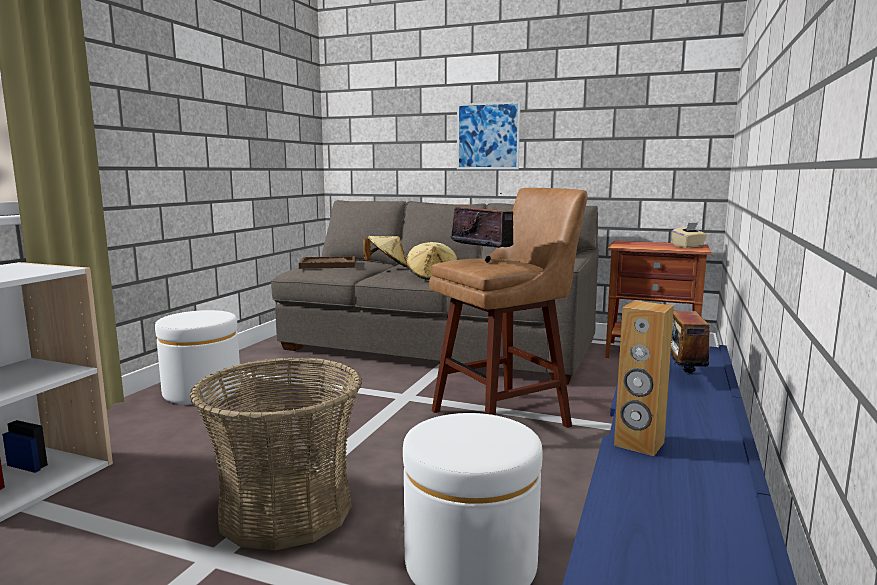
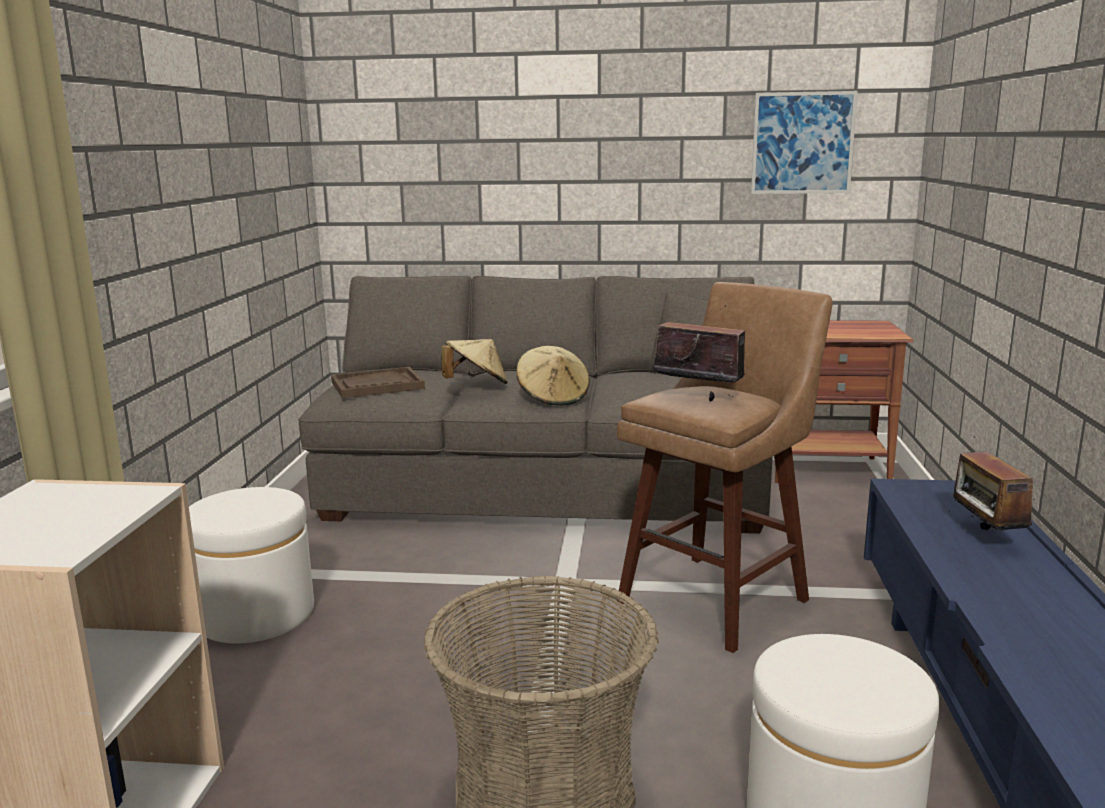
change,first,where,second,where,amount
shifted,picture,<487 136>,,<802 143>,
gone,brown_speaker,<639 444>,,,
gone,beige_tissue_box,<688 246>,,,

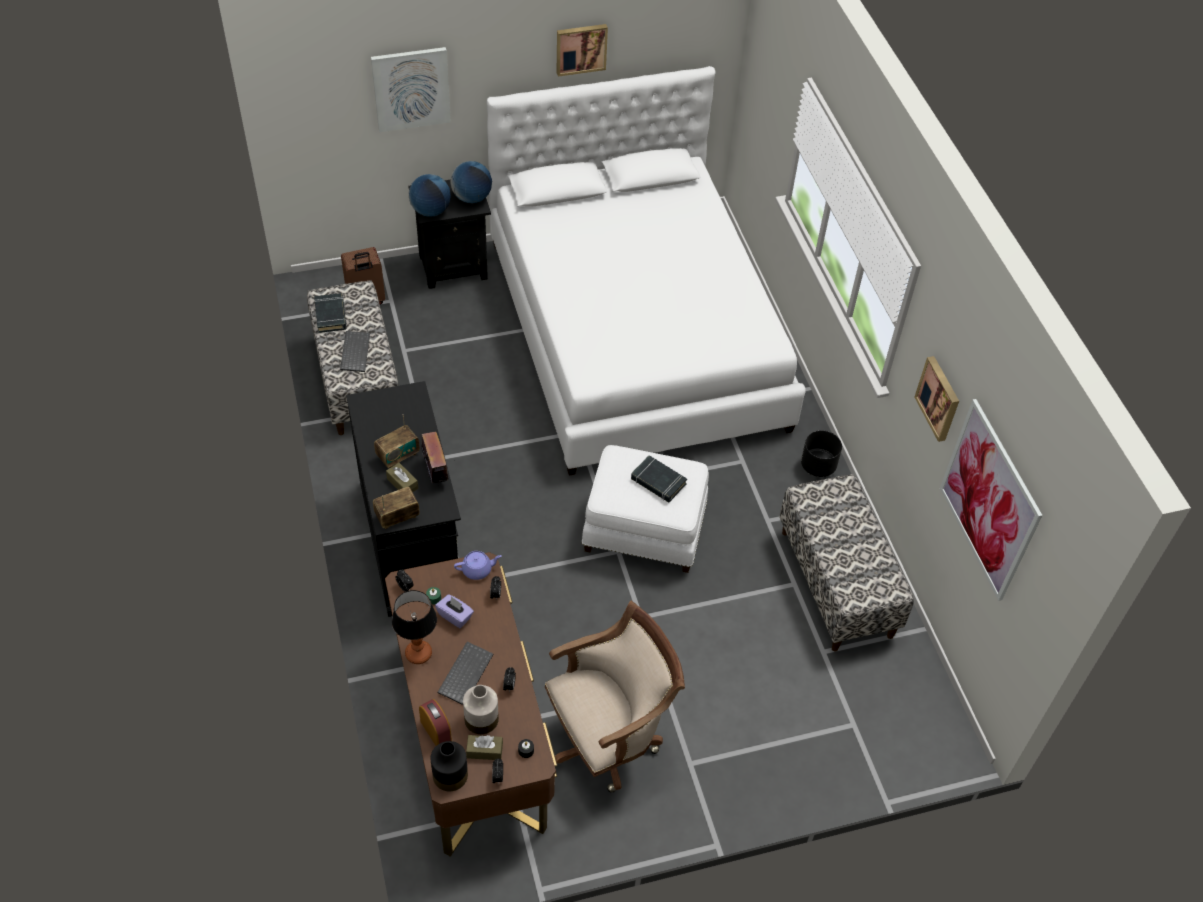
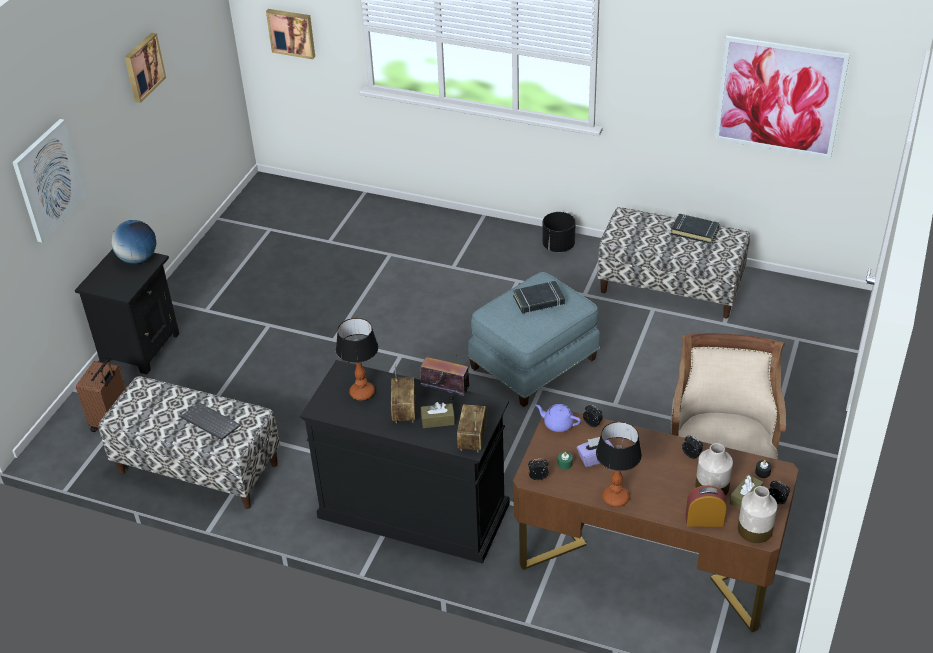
change,first,where,second,where,amount
shifted,picture,<939 398>,,<292 32>,
new,,,table_lamp,<361 393>,
repainted,white_ottoman,<643 531>,blue_ottoman,<534 364>,
rotated,purple_teapot,<477 570>,,<558 424>,90 degrees counterclockwise
shifted,black_book,<331 315>,,<695 231>,
repainted,black_vase,<450 774>,beige_vase,<754 529>,
gone,globe,<430 211>,,,
gone,keyboard,<465 673>,,,
gone,white_bed,<635 333>,,,

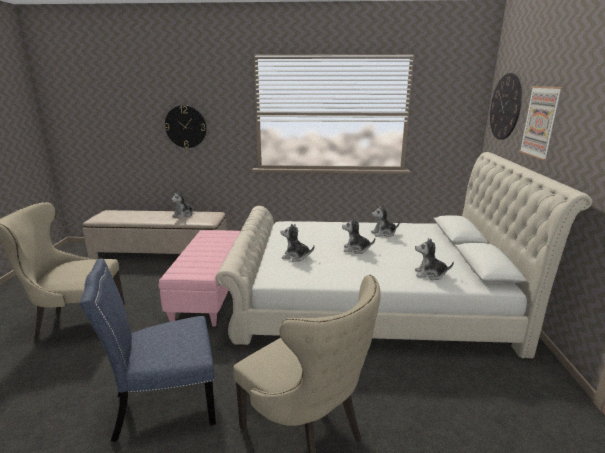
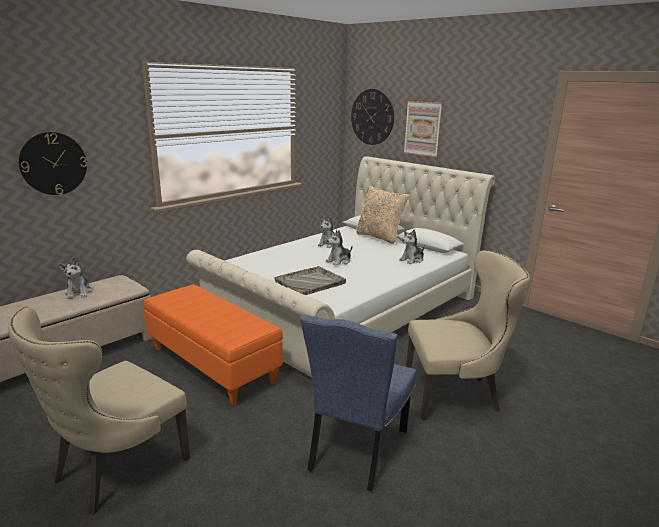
change,first,where,second,where,amount
repainted,pink_ottoman,<210 294>,orange_ottoman,<213 365>,
swapped,plush_toy,<295 257>,grey_tray,<310 282>,
new,,,beige_pillow,<379 238>,

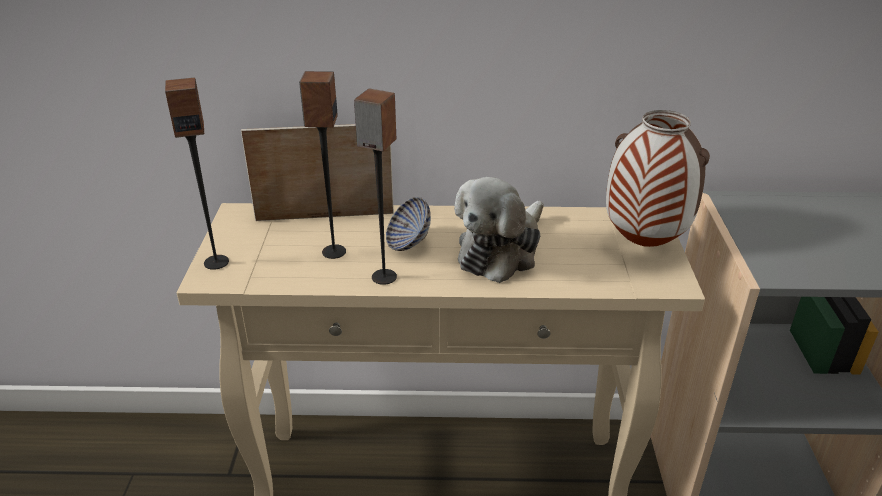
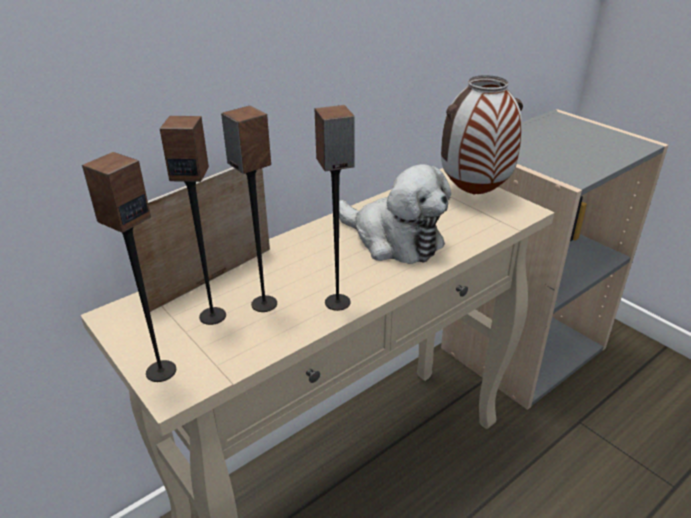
change,first,where,second,where,amount
new,,,speaker,<213 315>,
rotated,plush_toy,<501 251>,,<393 240>,45 degrees counterclockwise
gone,bowl,<408 243>,,,

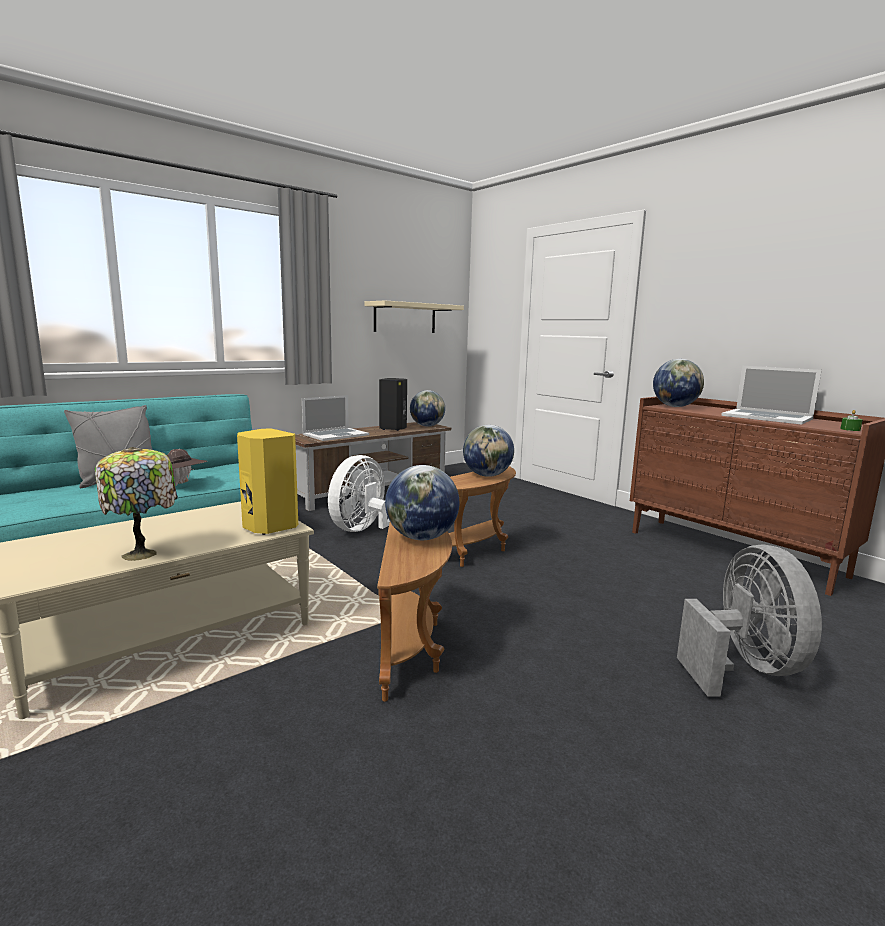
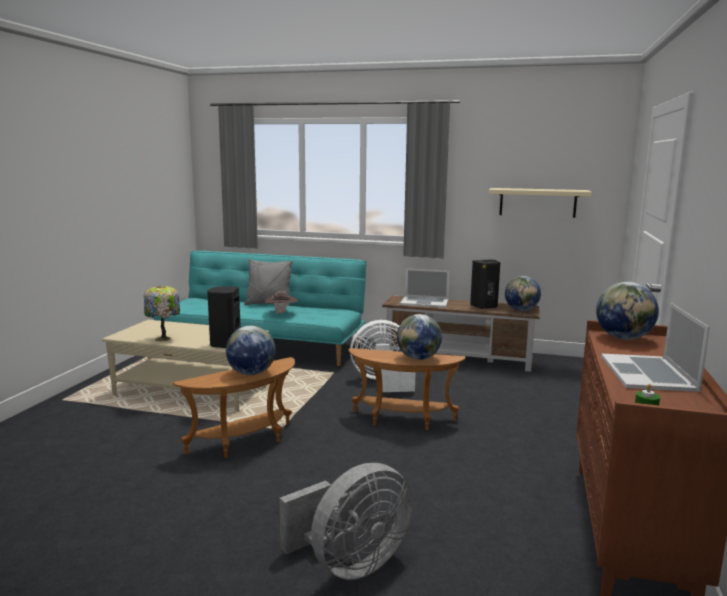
change,first,where,second,where,amount
repainted,yellow_speaker,<268 527>,black_speaker,<225 344>,

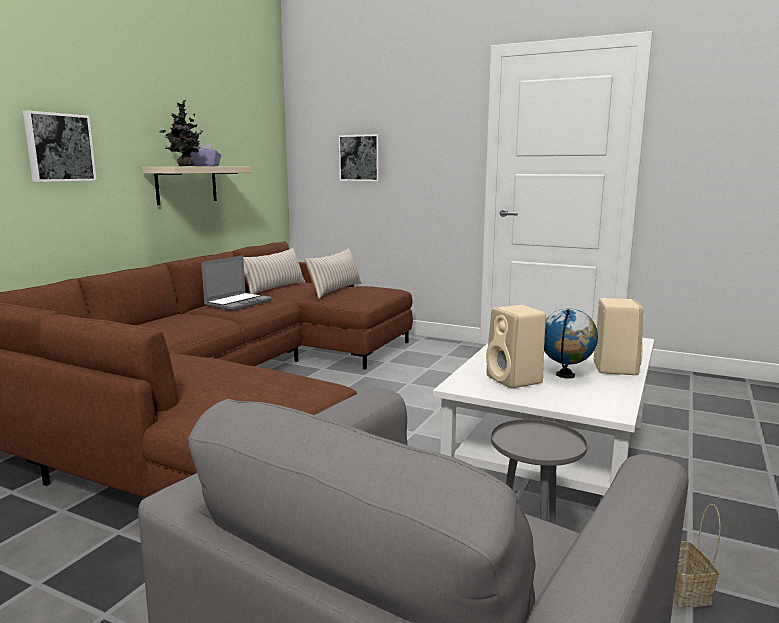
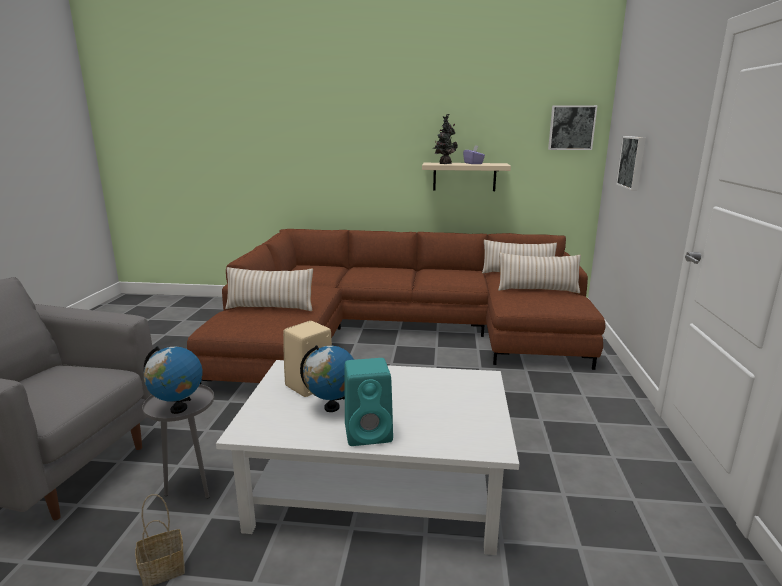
change,first,where,second,where,amount
new,,,globe,<178 409>,
new,,,beige_pillow,<270 307>,
repainted,beige_speaker,<614 368>,turquoise_speaker,<370 433>,
shifted,picture,<59 147>,,<571 127>,
gone,laptop,<238 303>,,,

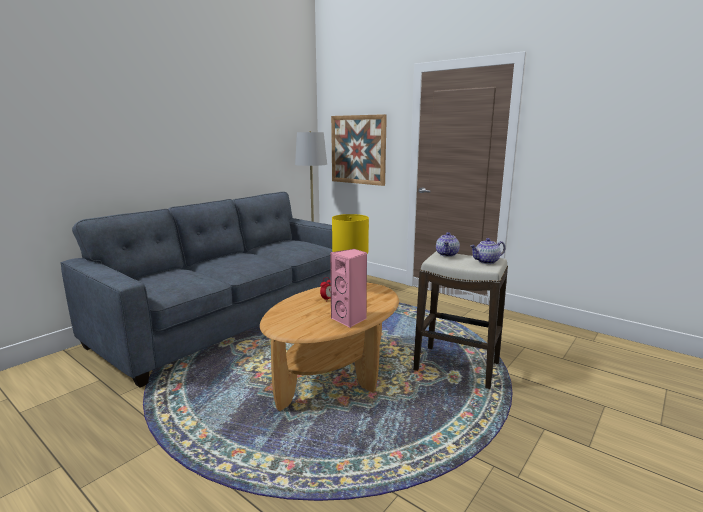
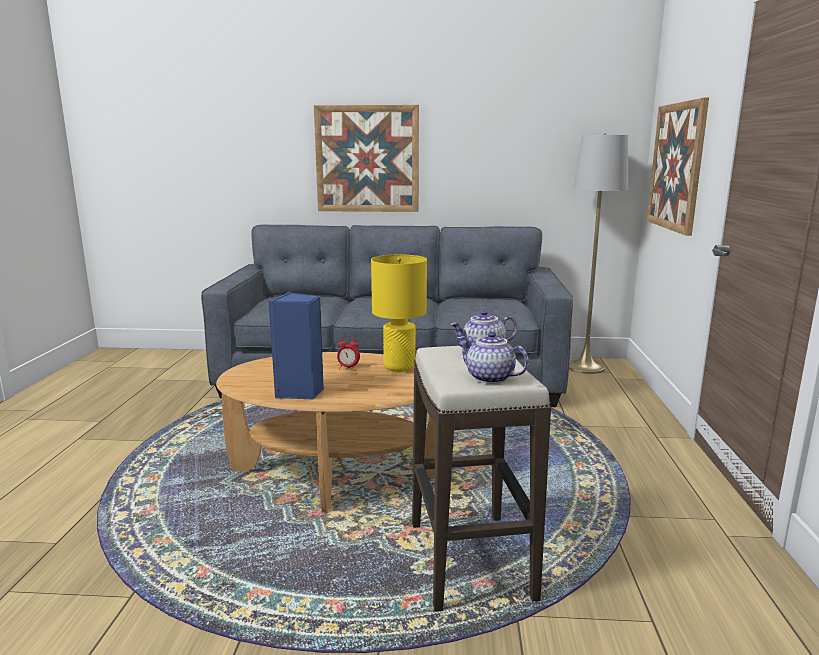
change,first,where,second,where,amount
repainted,pink_speaker,<350 319>,blue_speaker,<300 392>,
new,,,picture,<367 159>,

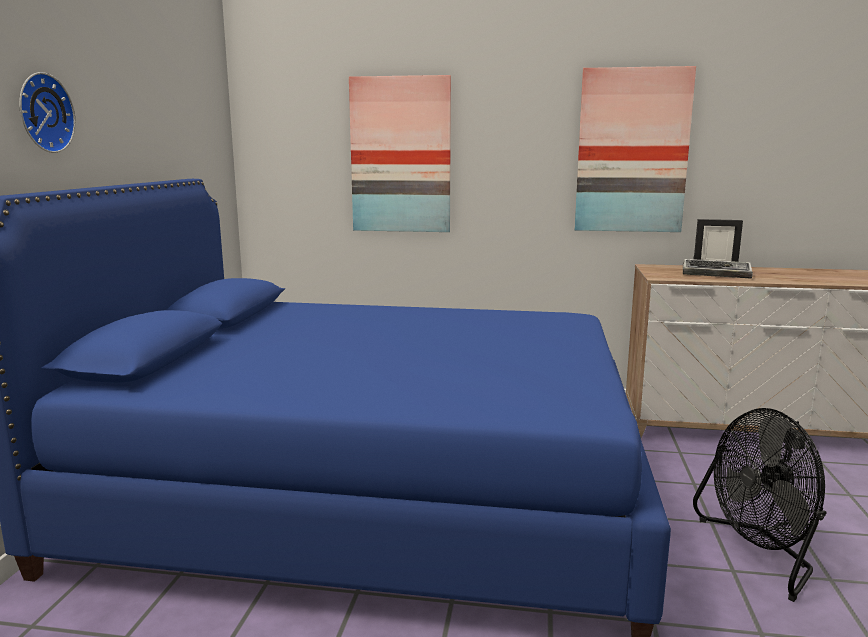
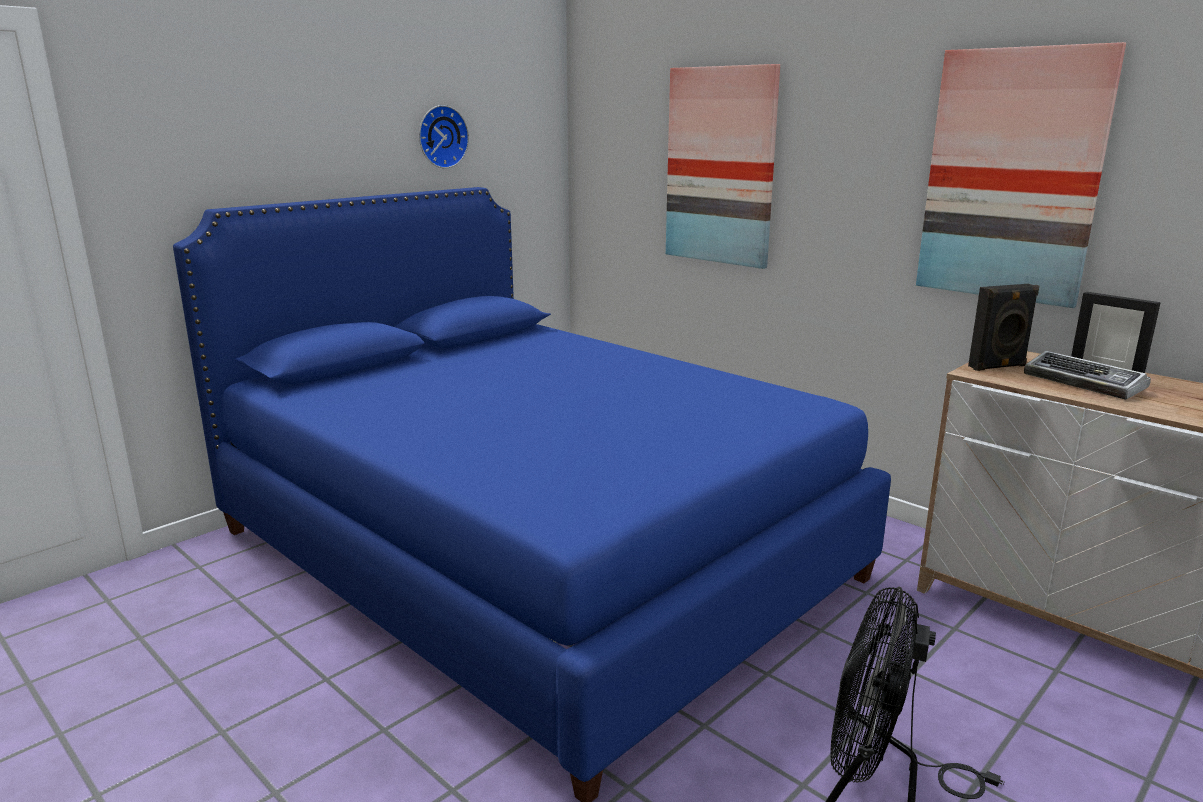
change,first,where,second,where,amount
shifted,wall_clock,<42 113>,,<441 136>,
new,,,black_speaker,<998 367>,

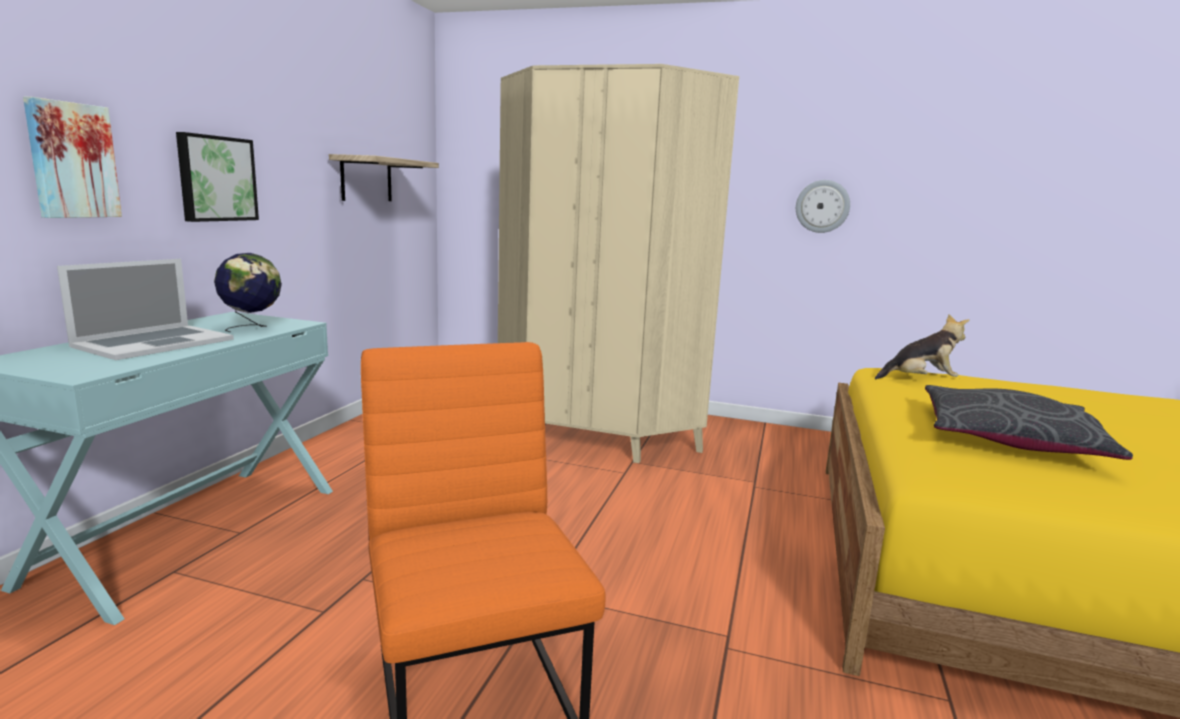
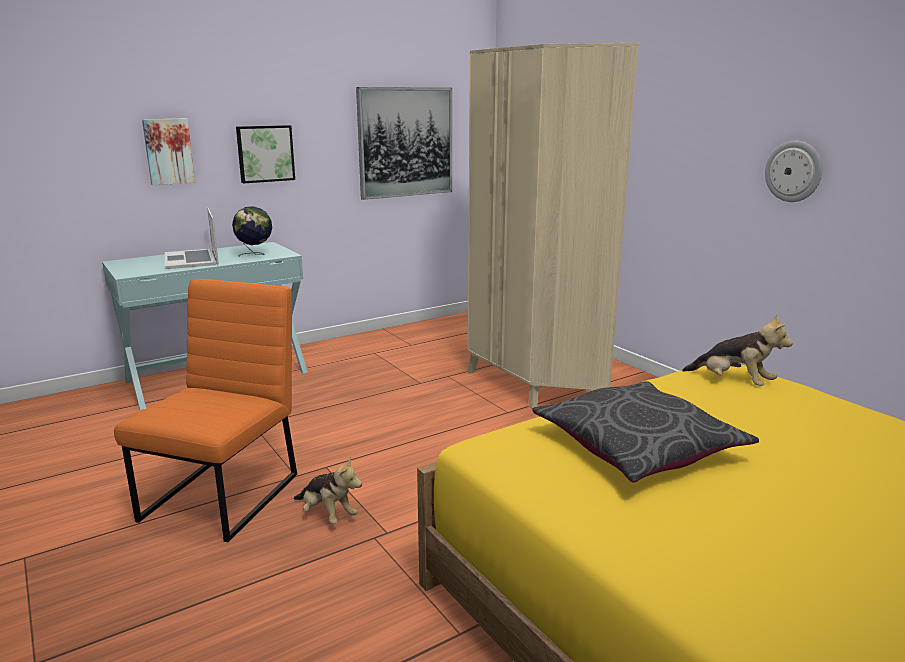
change,first,where,second,where,amount
rotated,laptop,<154 343>,,<192 259>,90 degrees clockwise
new,,,plush_toy,<327 515>,
swapped,shelf,<366 179>,picture,<405 142>,

